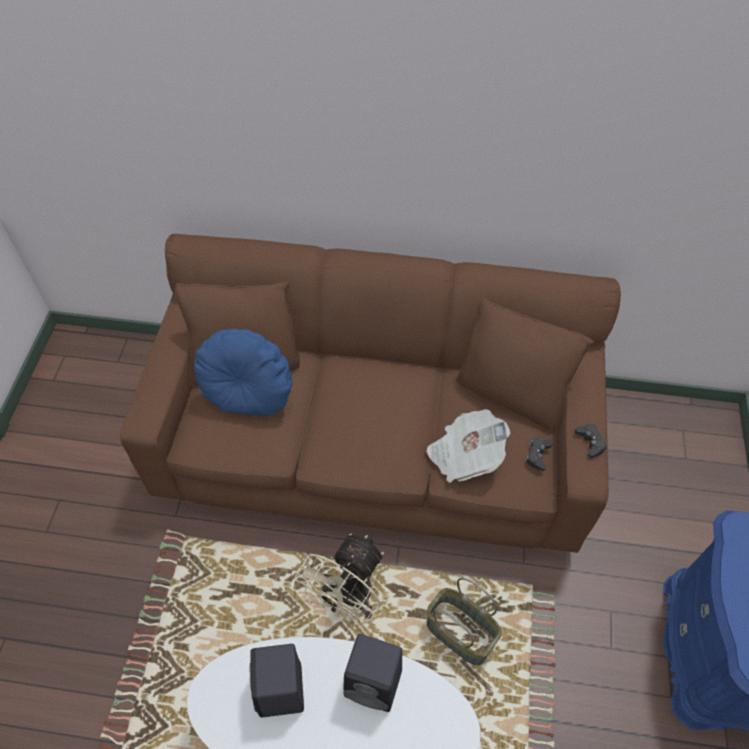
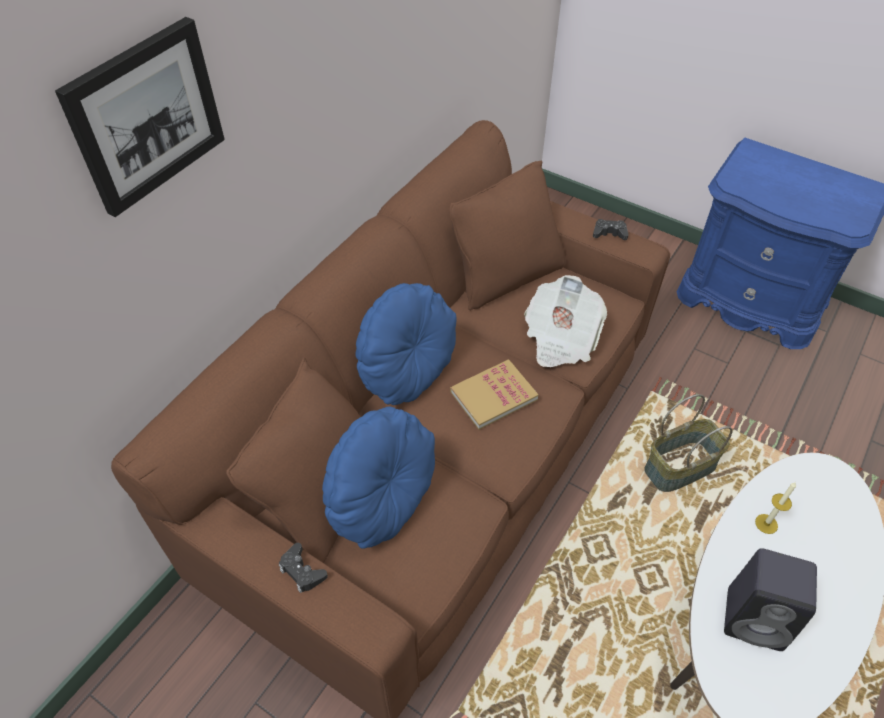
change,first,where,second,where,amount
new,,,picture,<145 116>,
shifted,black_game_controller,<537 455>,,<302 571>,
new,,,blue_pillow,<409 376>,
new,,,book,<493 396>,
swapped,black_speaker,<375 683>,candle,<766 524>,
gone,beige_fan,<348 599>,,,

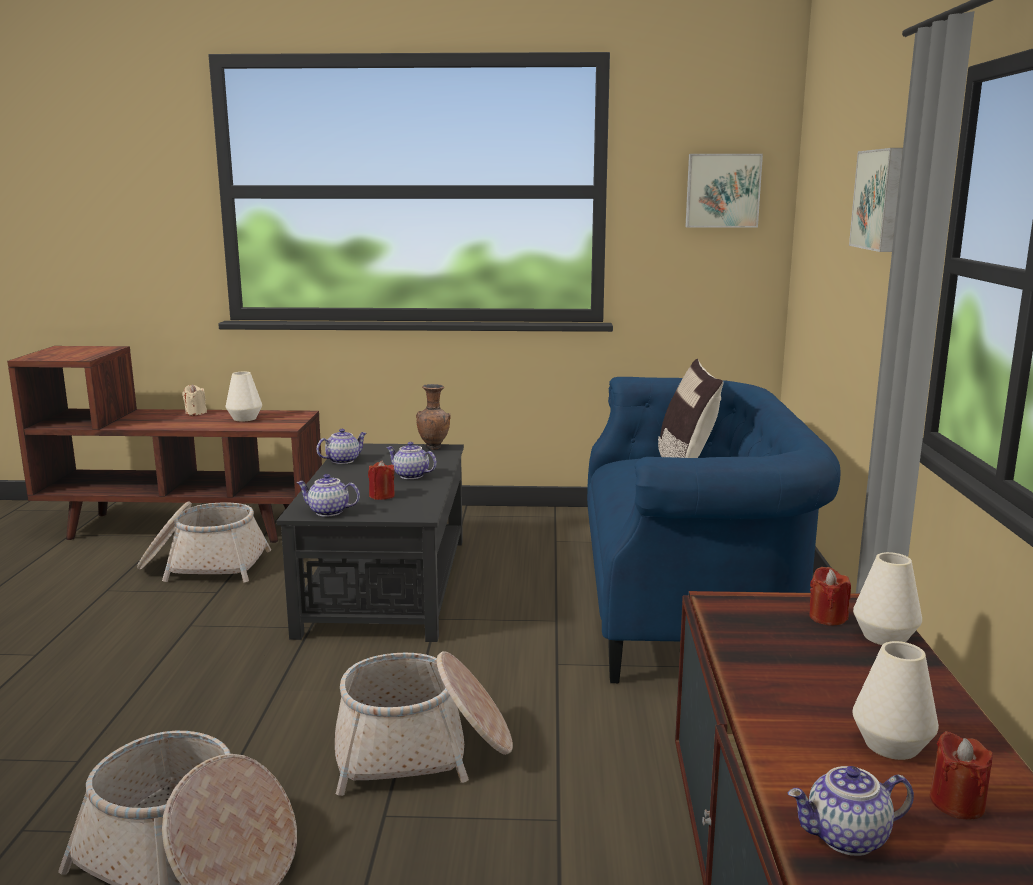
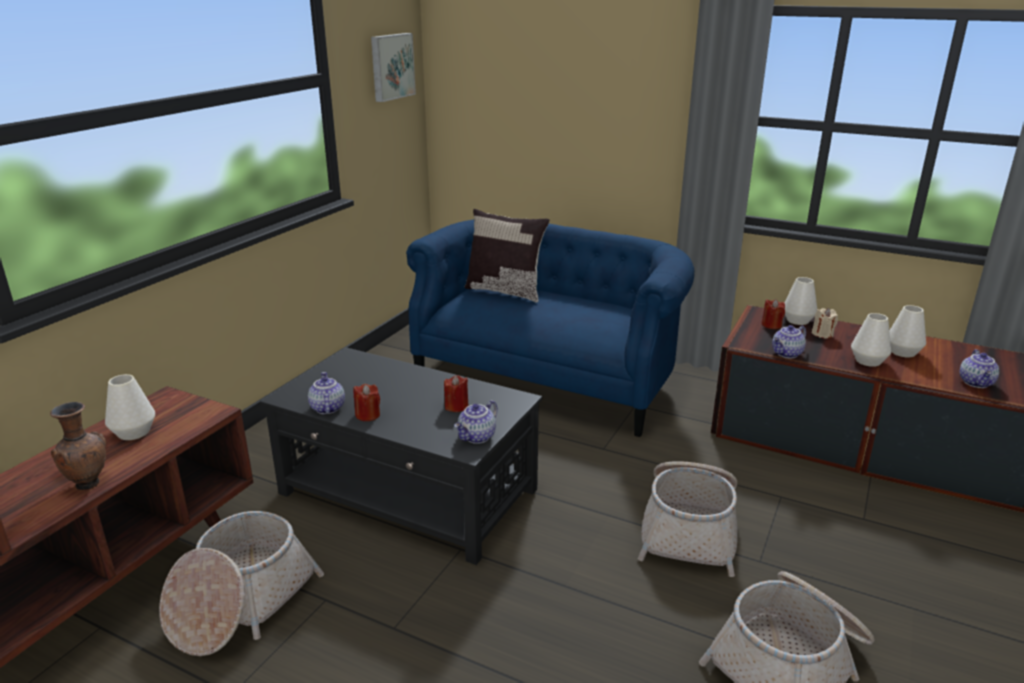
change,first,where,second,where,amount
shifted,brown_vase,<434 447>,,<88 483>,
shifted,red_candle,<956 803>,,<367 415>,
shifted,teapot,<410 476>,,<787 354>,
shifted,beige_candle,<195 413>,,<822 334>,
new,,,white_vase,<868 361>,
gone,picture,<880 199>,,,

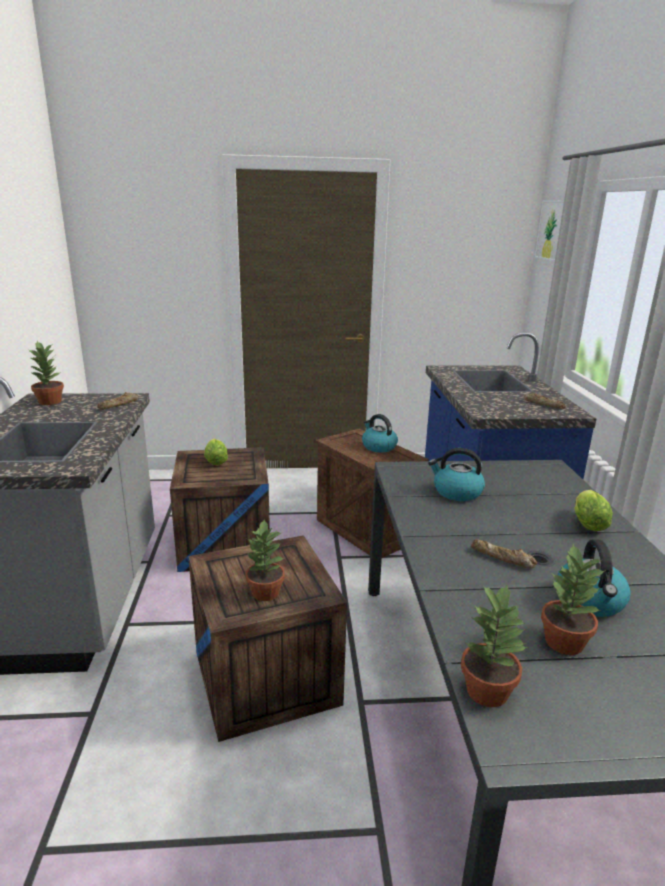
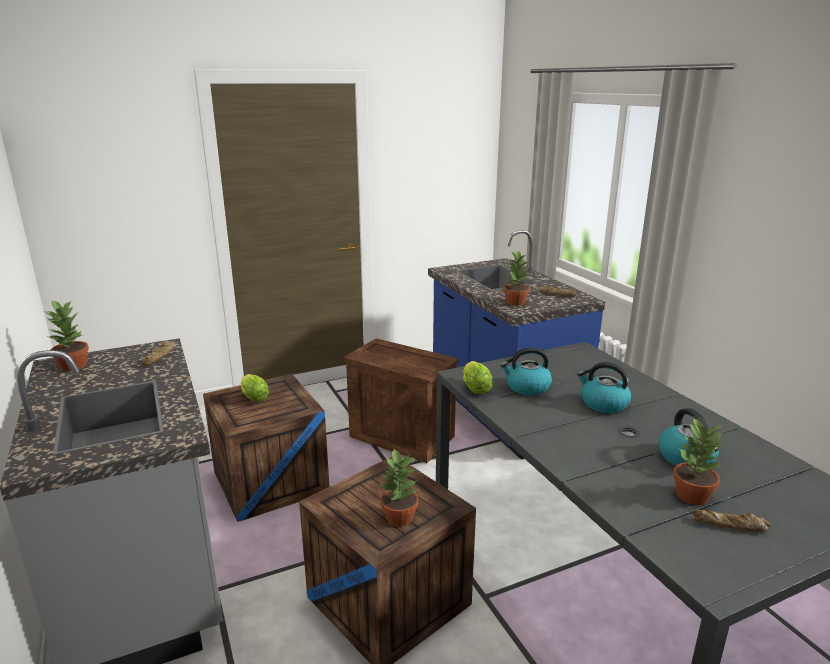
change,first,where,second,where,amount
shifted,lettuce,<587 522>,,<474 388>,
shifted,potted_plant,<487 690>,,<515 302>,
shifted,kettle,<378 446>,,<603 404>,
shifted,bread,<502 558>,,<730 525>,
gone,picture,<553 230>,,,

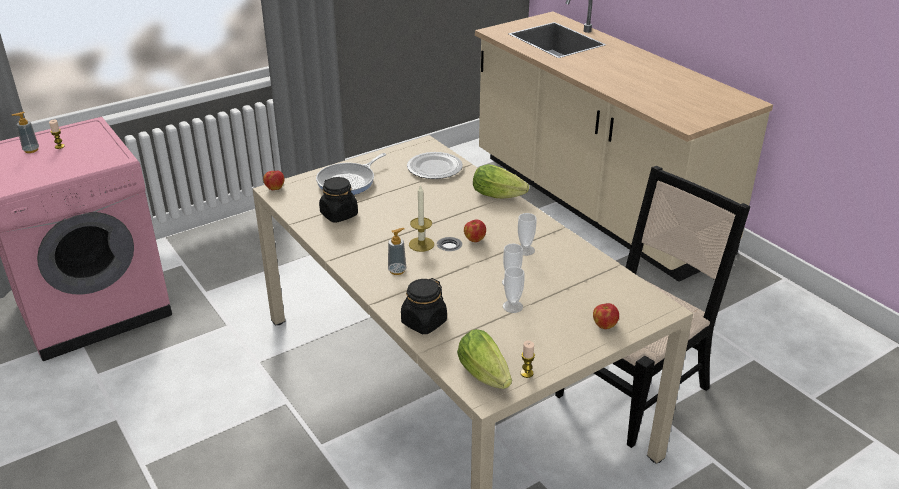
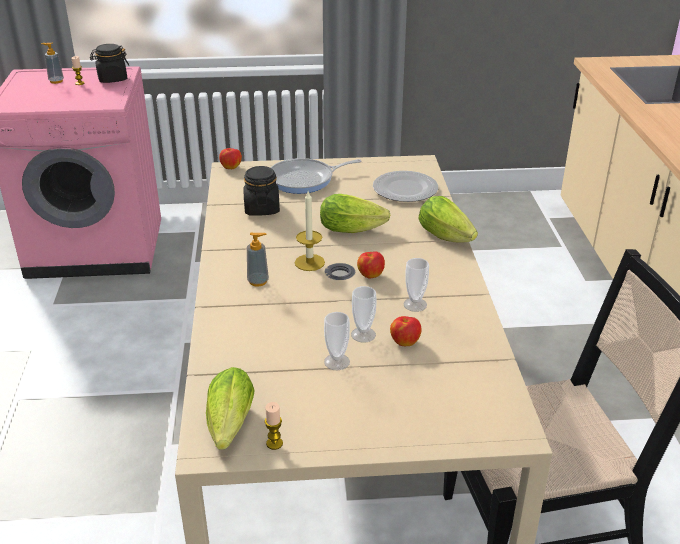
change,first,where,second,where,amount
shifted,black_jar,<423 322>,,<112 79>,
new,,,lettuce,<355 229>,
shifted,apple,<604 325>,,<405 341>,

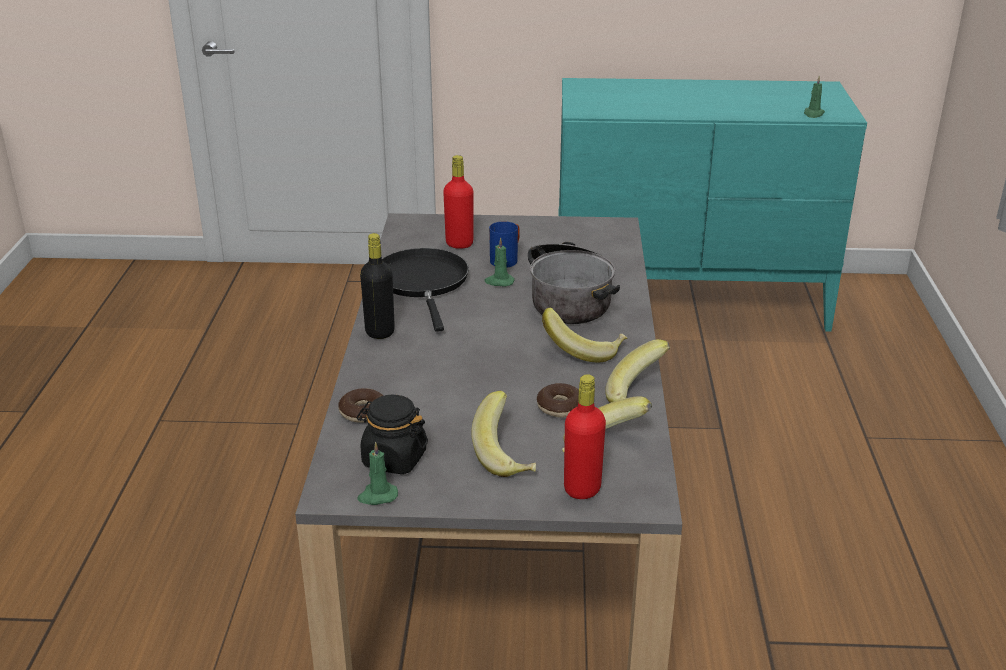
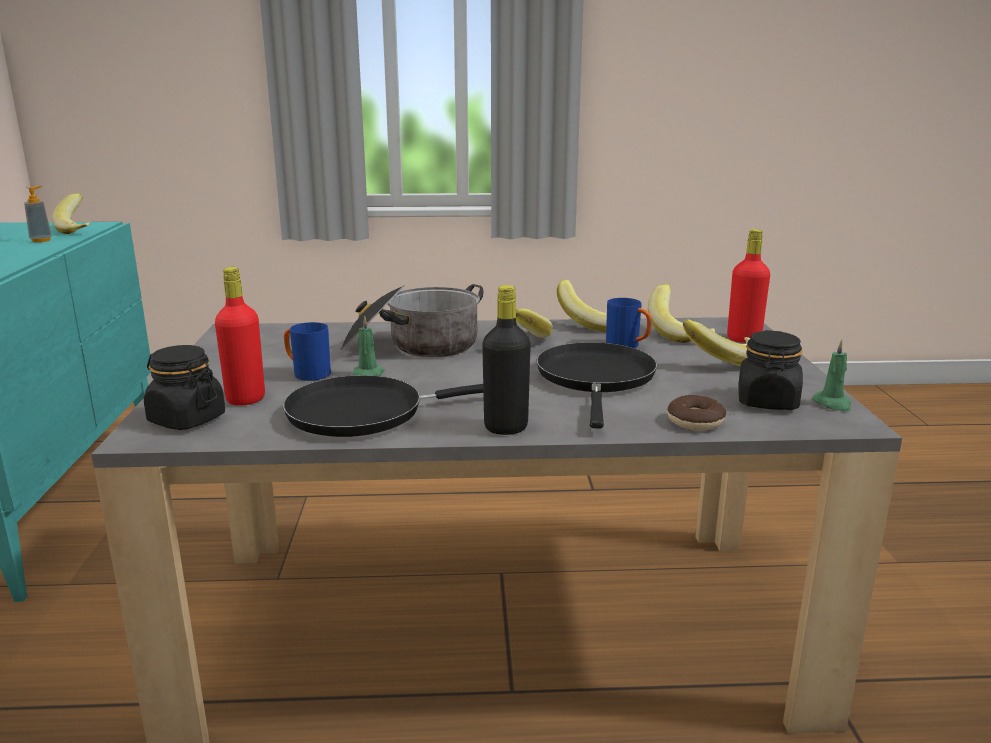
change,first,where,second,where,amount
new,,,soap_dispenser,<41 240>,
swapped,green_candle,<813 114>,banana,<80 230>,
new,,,black_jar,<186 419>,
new,,,black_frying_pan,<596 379>,
swapped,donut,<560 407>,blue_mug,<628 346>,

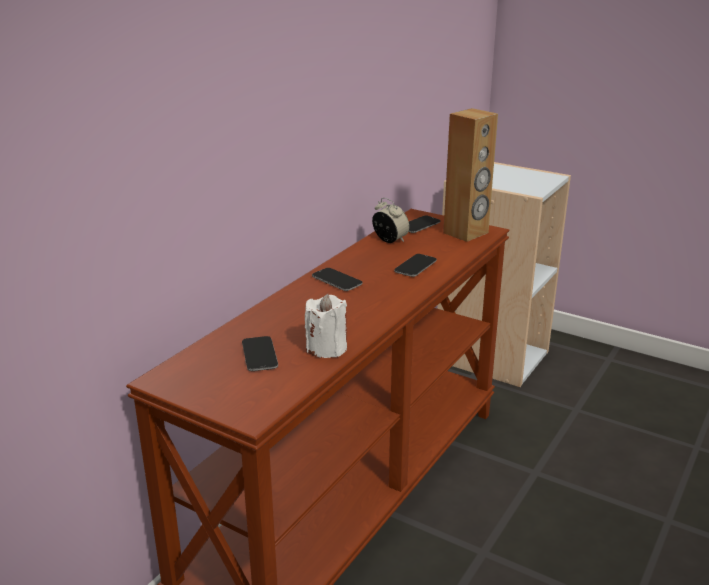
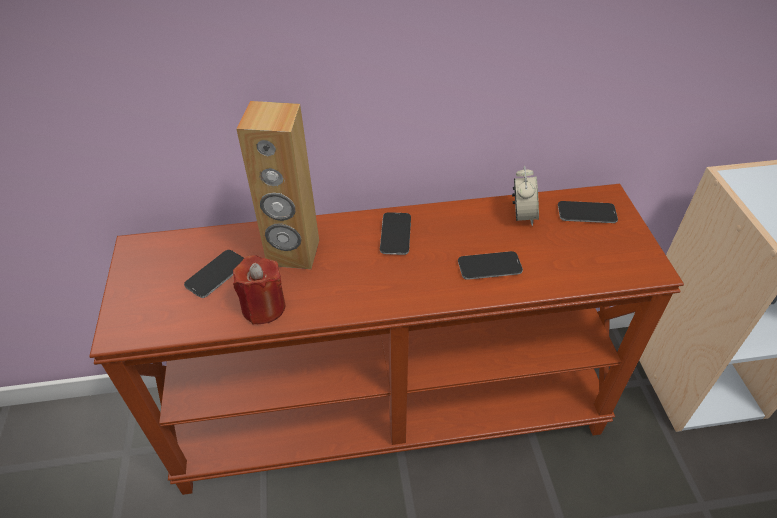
change,first,where,second,where,amount
repainted,white_candle,<326 348>,red_candle,<263 307>,
shifted,brown_speaker,<466 233>,,<293 253>,

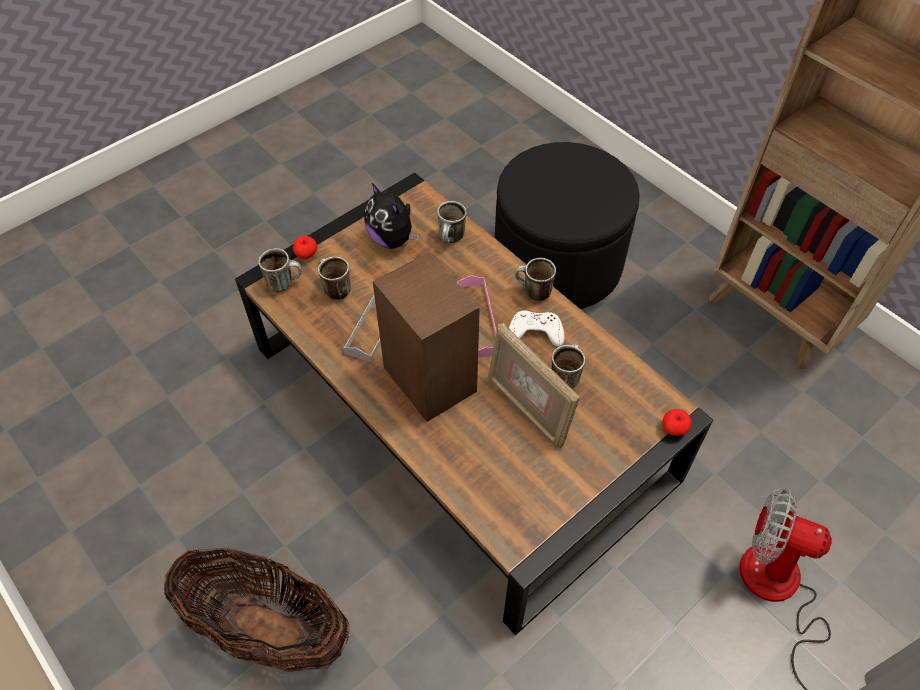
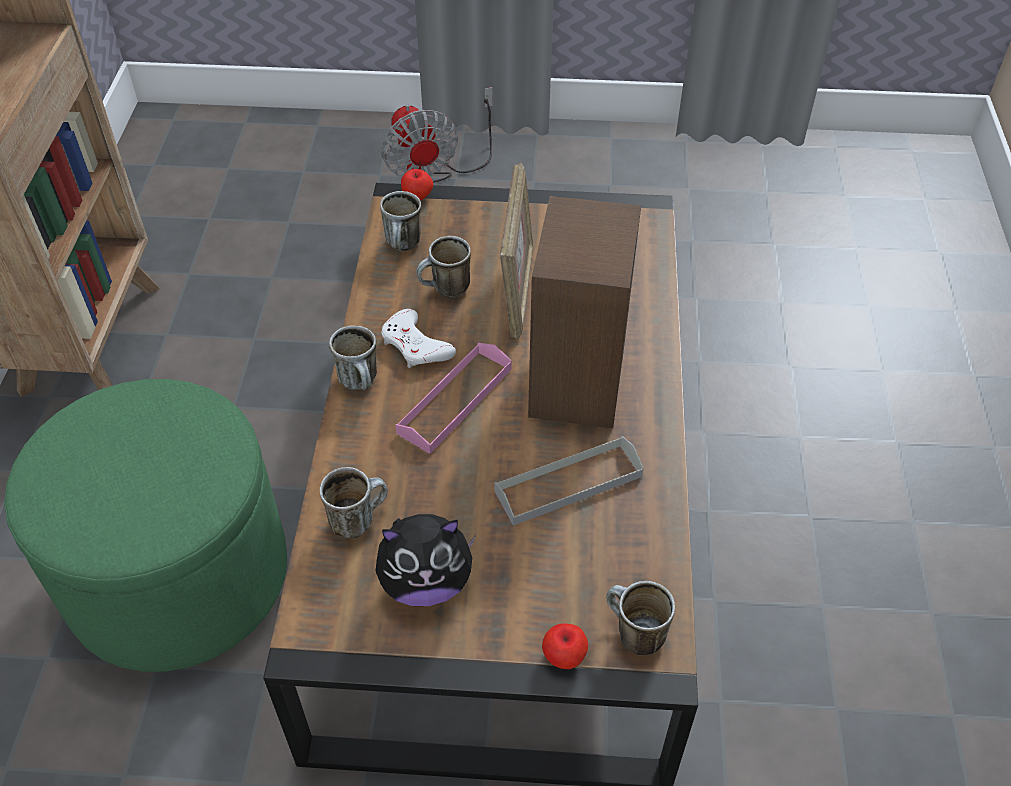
change,first,where,second,where,amount
repainted,black_ottoman,<557 263>,green_ottoman,<178 575>,
rotated,plush_toy,<392 239>,,<426 583>,75 degrees clockwise
shifted,mug,<334 289>,,<404 246>,
gone,basket,<267 627>,,,

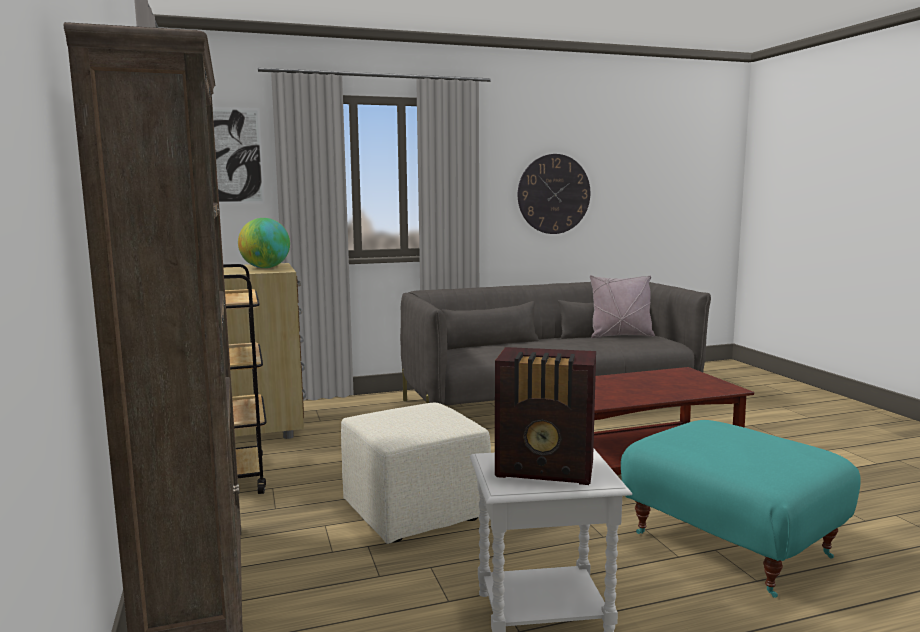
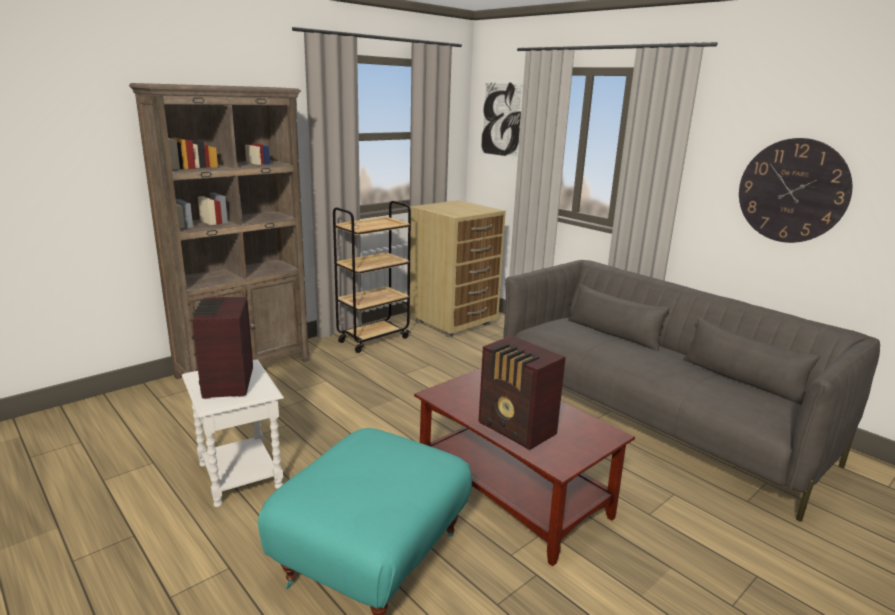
change,first,where,second,where,amount
new,,,radio,<517 430>,
gone,globe,<265 268>,,,
gone,beige_ottoman,<416 512>,,,
gone,purple_pillow,<620 336>,,,

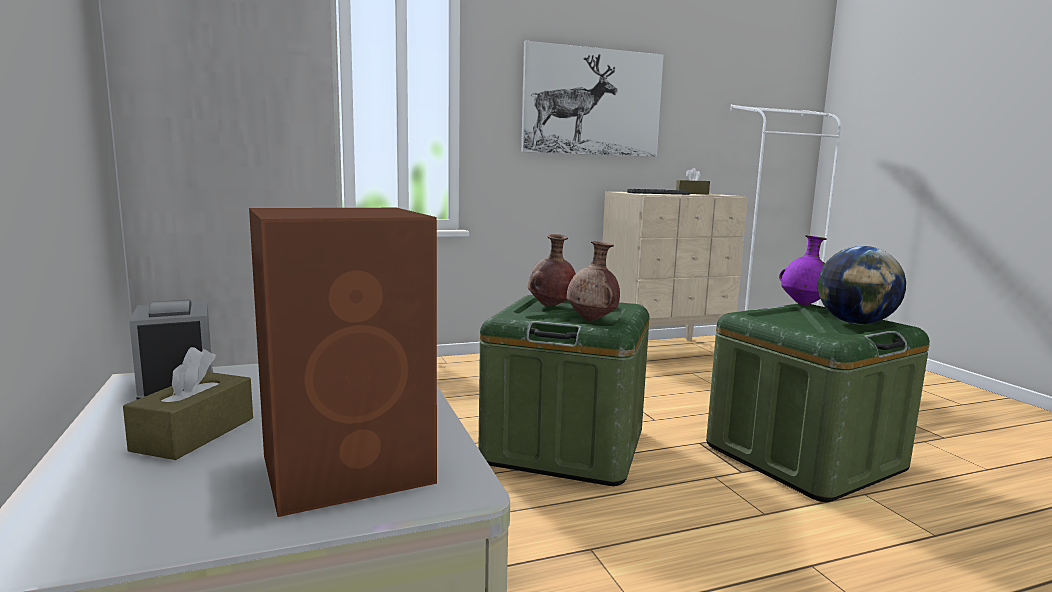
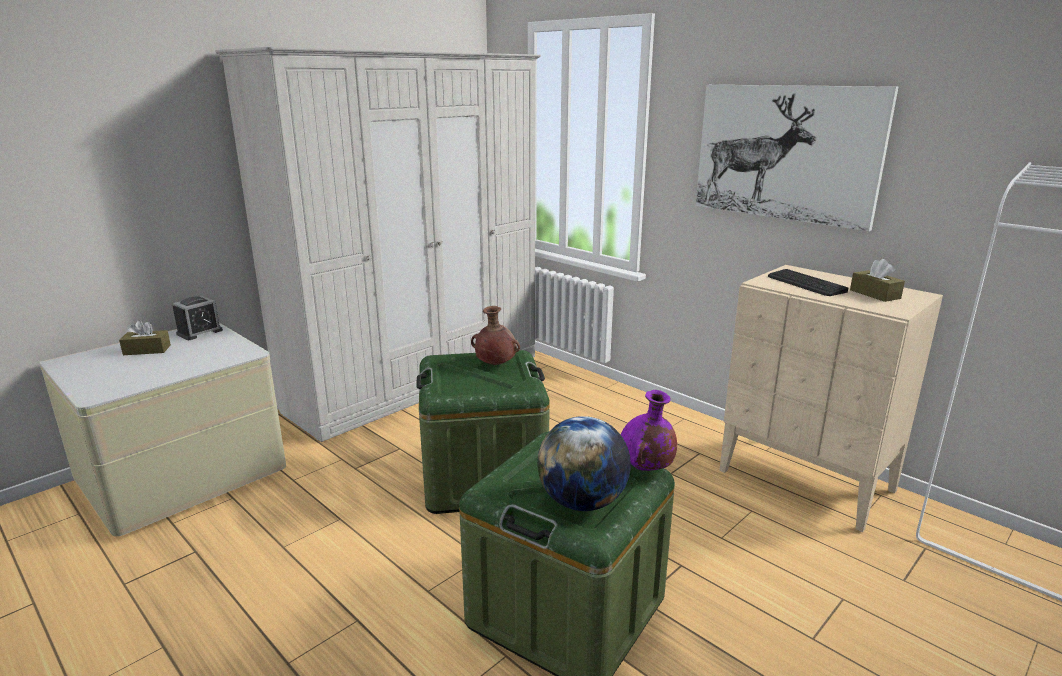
change,first,where,second,where,amount
gone,brown_speaker,<352 468>,,,
gone,brown_vase,<592 320>,,,

